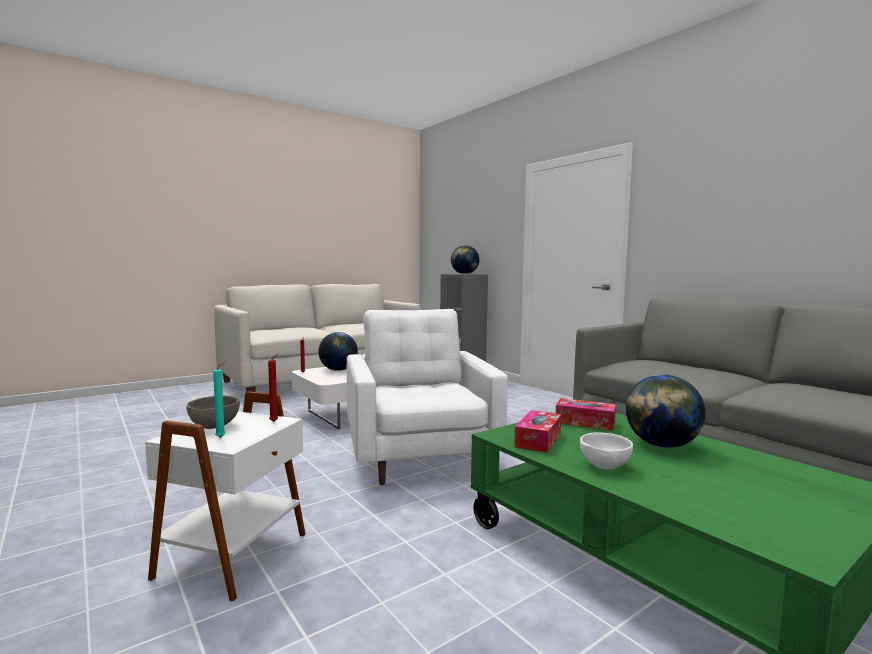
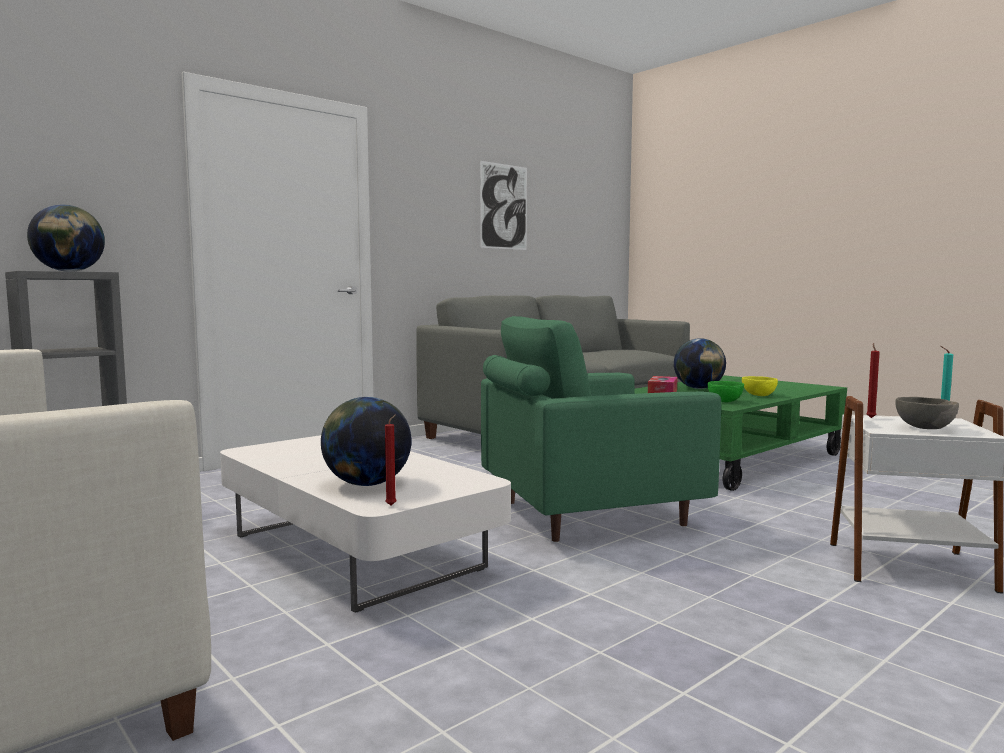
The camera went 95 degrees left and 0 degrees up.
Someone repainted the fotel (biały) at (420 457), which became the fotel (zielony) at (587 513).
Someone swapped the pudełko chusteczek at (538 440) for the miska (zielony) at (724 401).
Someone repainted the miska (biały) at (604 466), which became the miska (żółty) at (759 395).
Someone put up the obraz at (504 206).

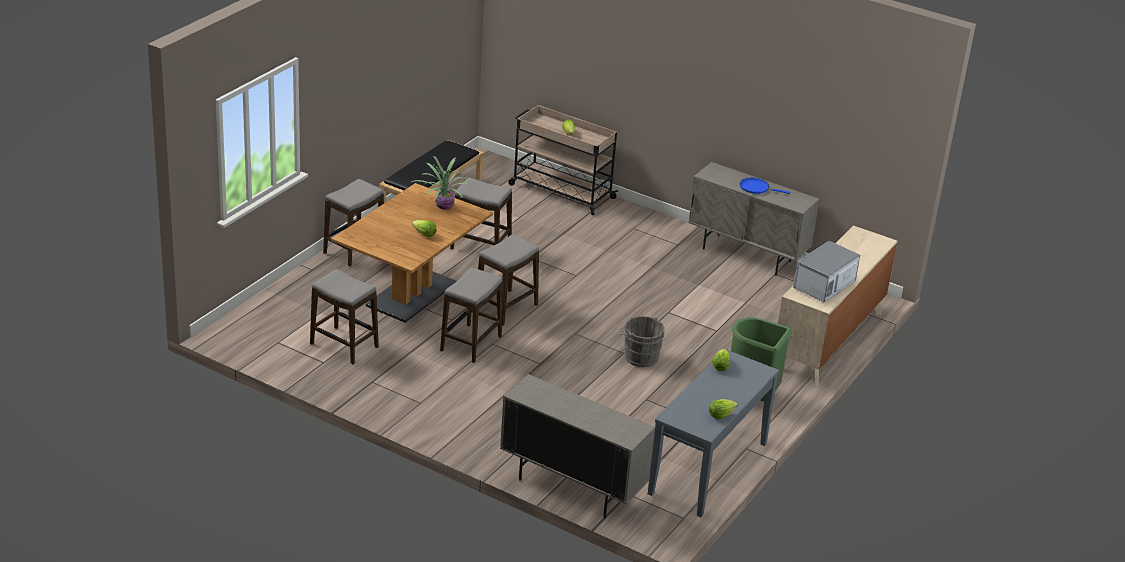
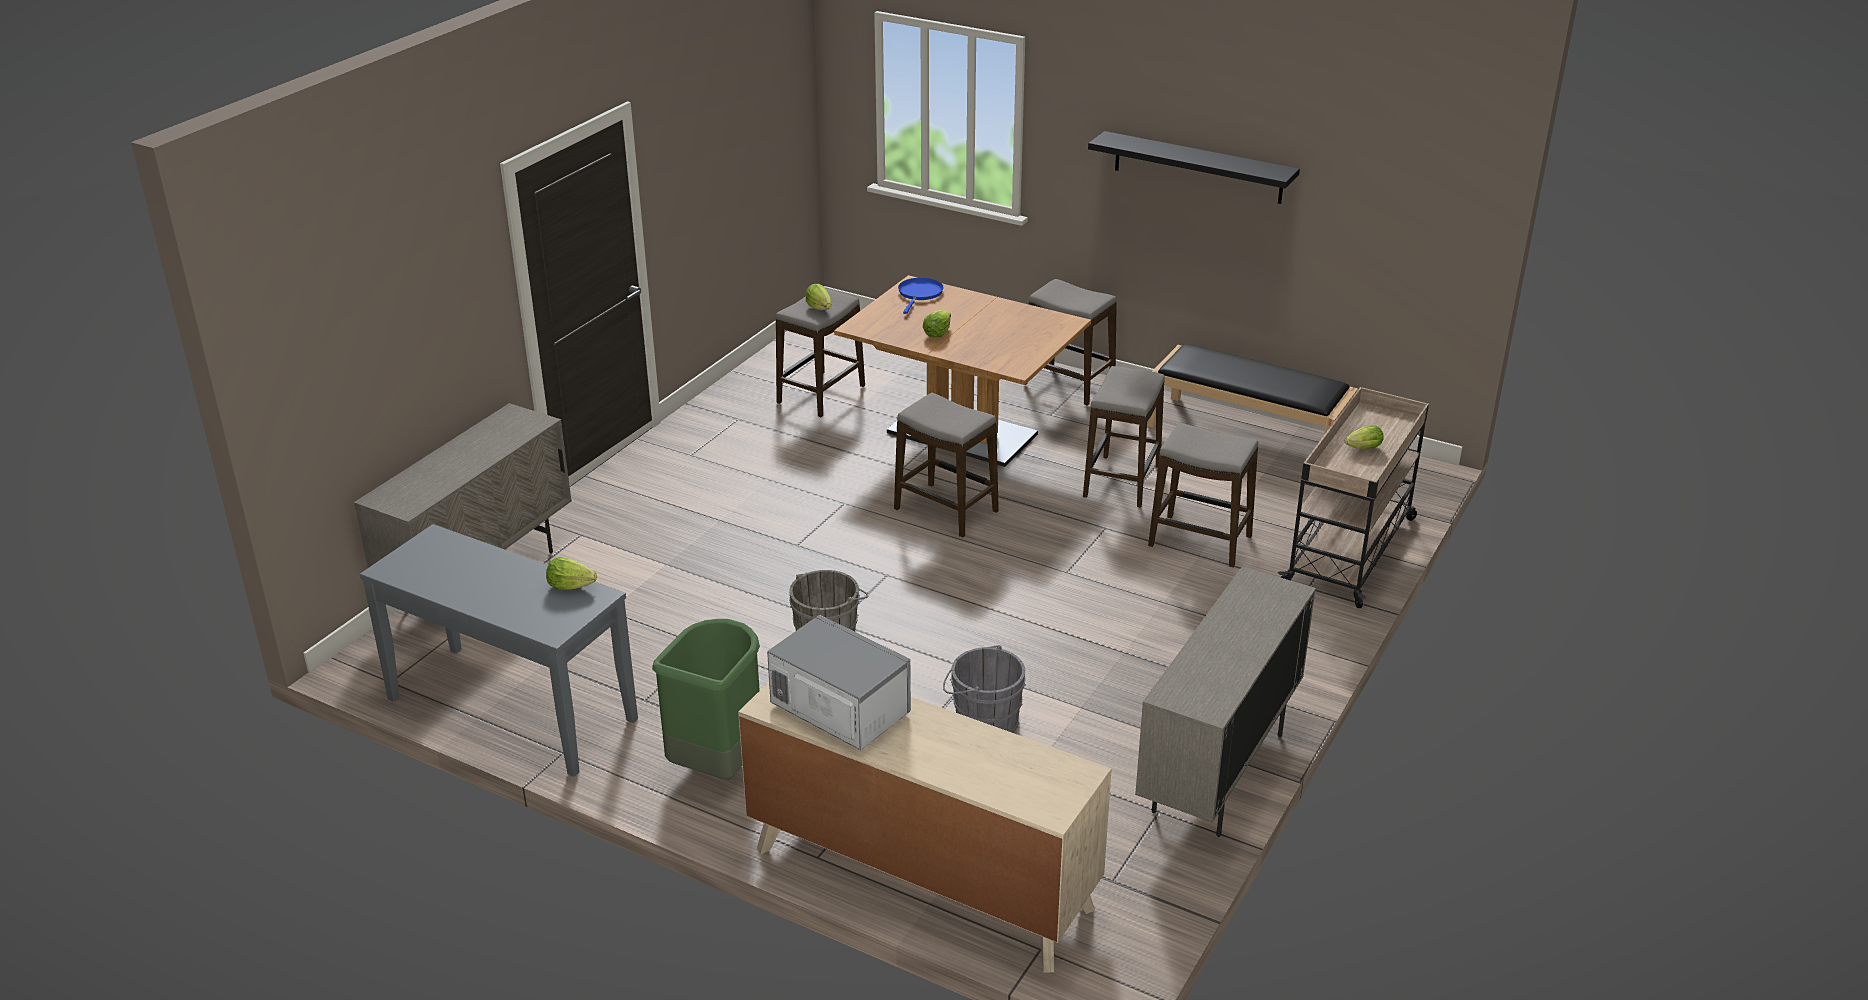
The camera went 90 degrees right and 0 degrees up.
Someone took away the roślina doniczkowa at (443 206).
Someone carried the stołek from (471 344) to (1200 542).
Someone carried the sałata from (720 415) to (819 308).
Someone carried the patelnia (niebieski) from (756 188) to (919 294).
Someone put down the wiadro (szary) at (983 722).
Someone put up the półka (czarny) at (1198 167).

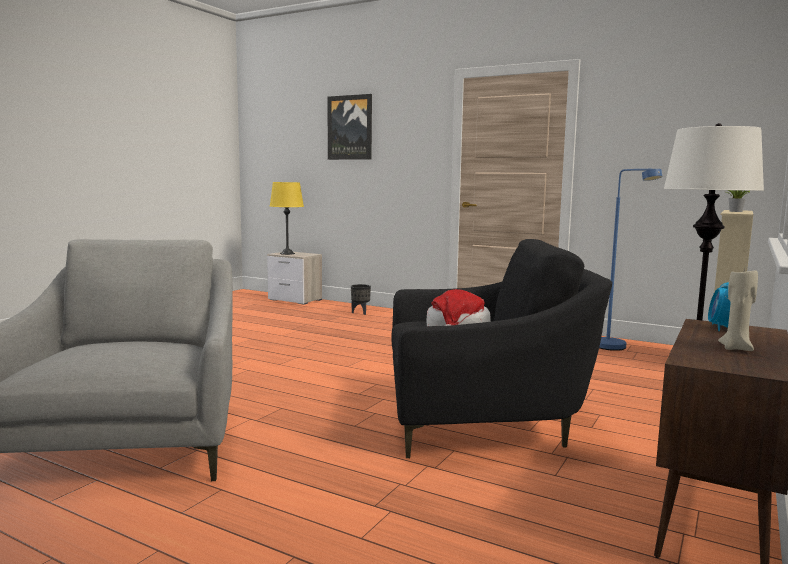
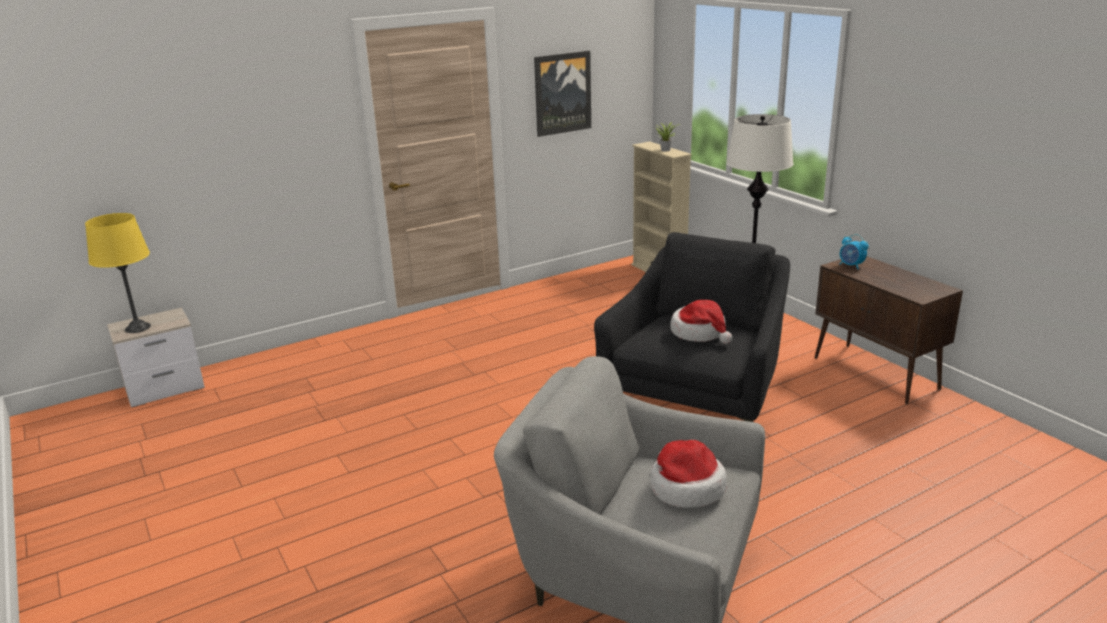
The camera went 60 degrees left and 15 degrees up.
Someone carried the obraz from (350 127) to (562 93).
Someone took away the donica (czarny) at (360 312).
Someone took away the lampa stojąca (niebieski) at (616 348).
Someone took away the świeca (beżowy) at (736 348).
Someone put down the kapelusz at (685 487).

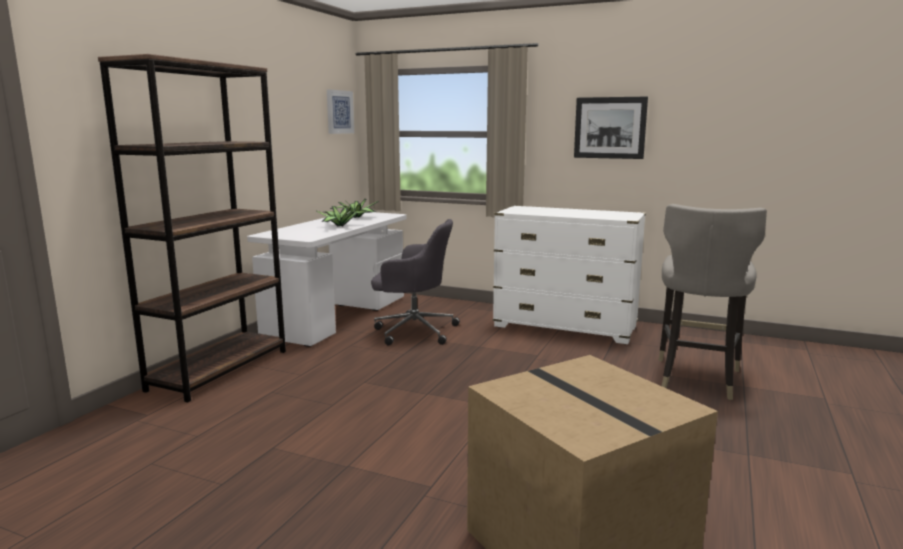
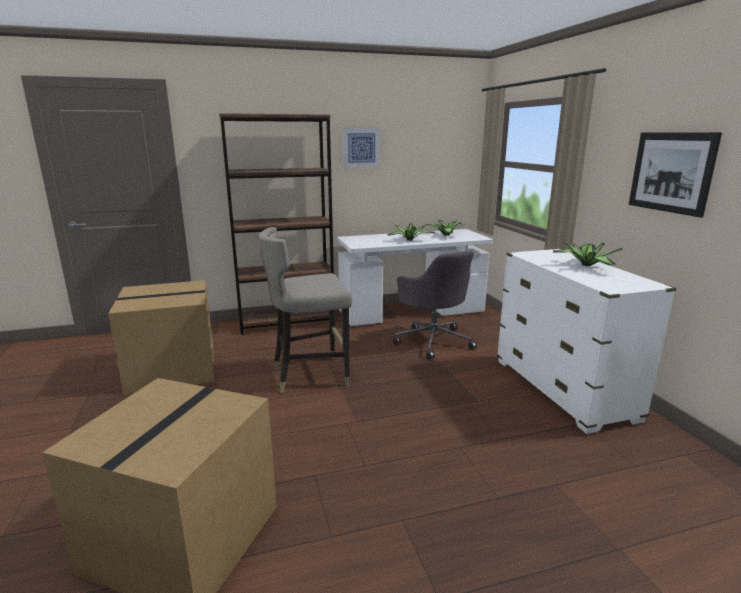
The camera went 50 degrees right and 5 degrees up.
Someone carried the obraz from (339 112) to (361 147).
Someone carried the stołek (szary) from (696 379) to (309 375).
Someone put down the karton at (174 368).
Someone put down the roślina doniczkowa at (584 265).

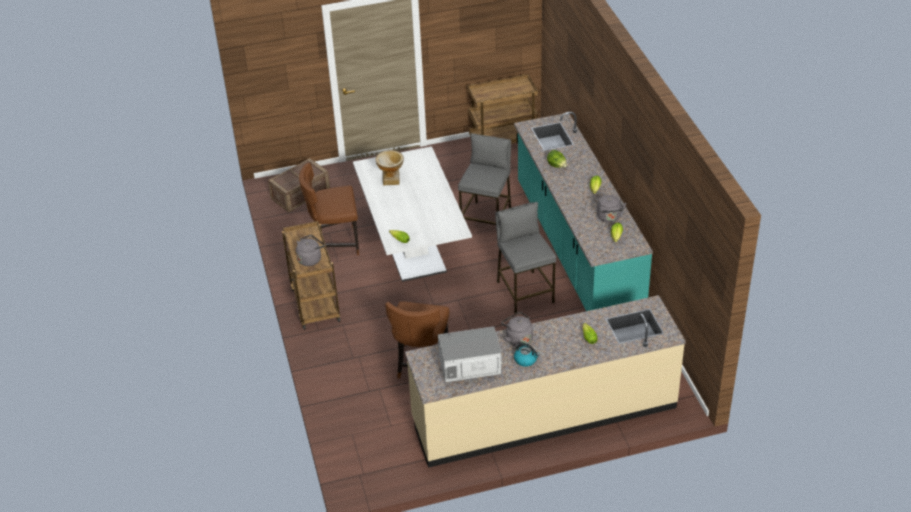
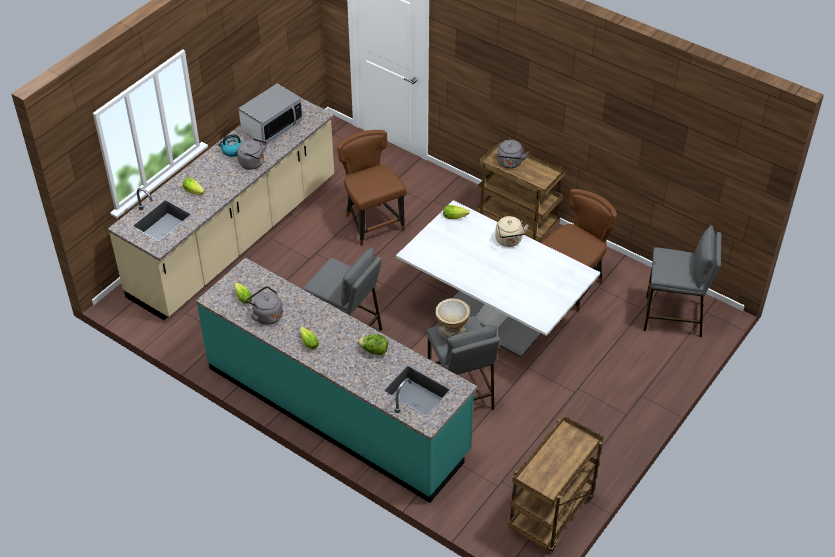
The camera went 140 degrees right and 5 degrees up.
Someone swapped the skrzynka at (300 194) for the stołek (szary) at (673 317).
Someone carried the wazon from (391 180) to (451 333).
Someone put down the czajnik (beżowy) at (509 241).

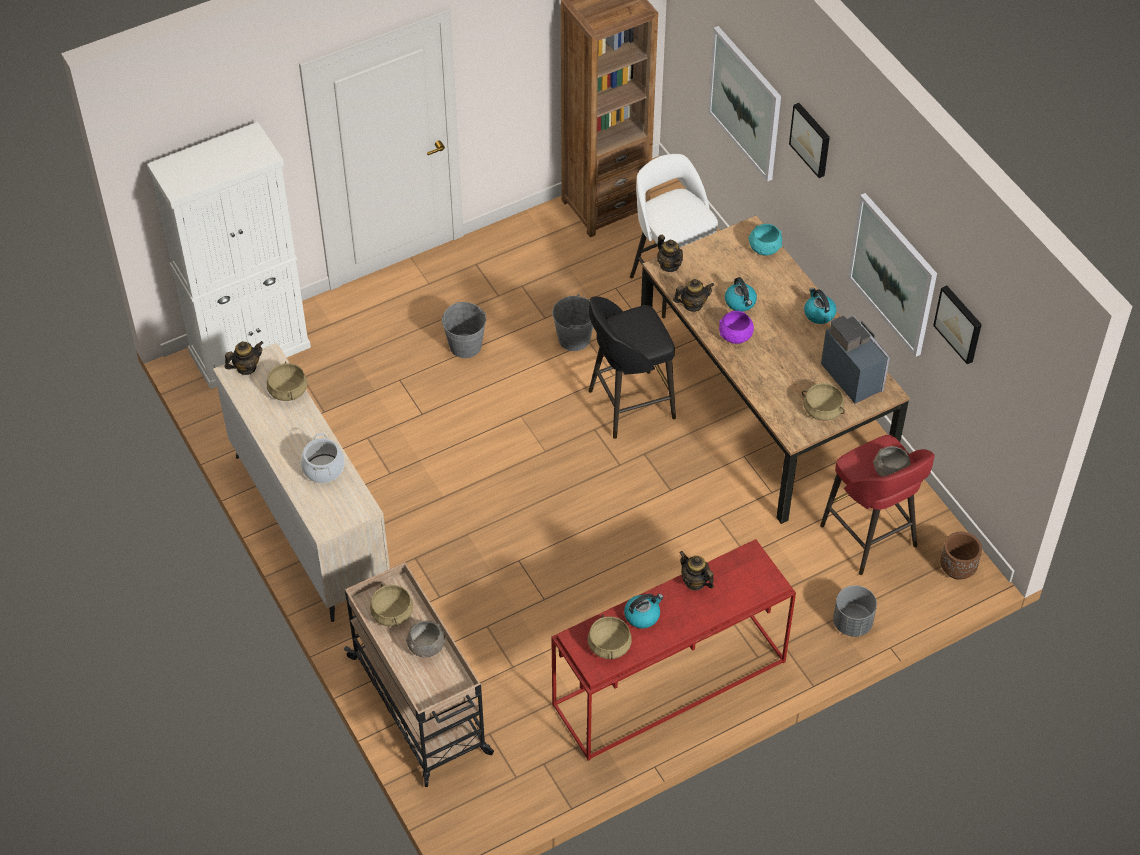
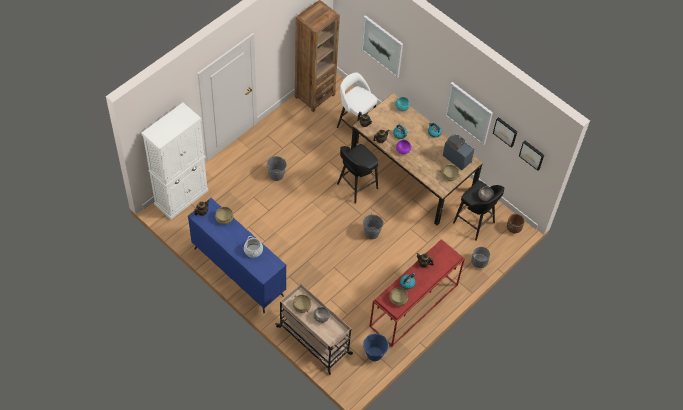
The camera went 20 degrees left and 5 degrees up.
Someone repainted the komoda (beżowy) at (310 523), which became the komoda (niebieski) at (238 271).
Someone carried the wiadro (szary) from (574 338) to (371 232).
Someone carried the obraz from (811 139) to (532 154).
Someone repainted the stołek (czerwony) at (870 538), which became the stołek (czarny) at (474 223).
Someone put down the wiadro (niebieski) at (374 354).

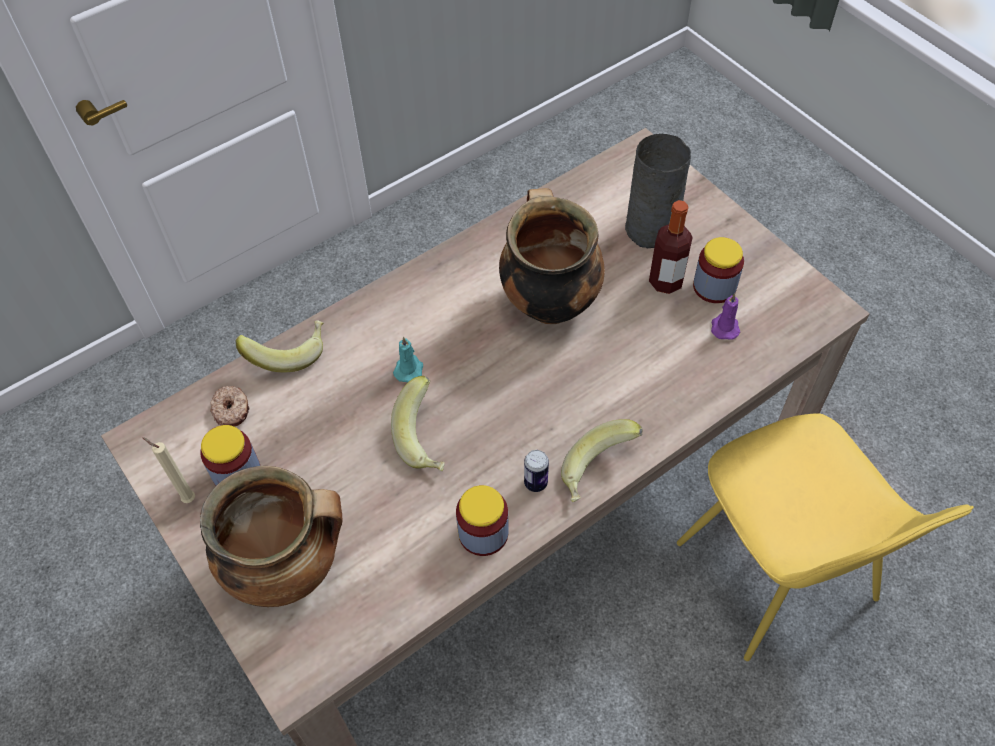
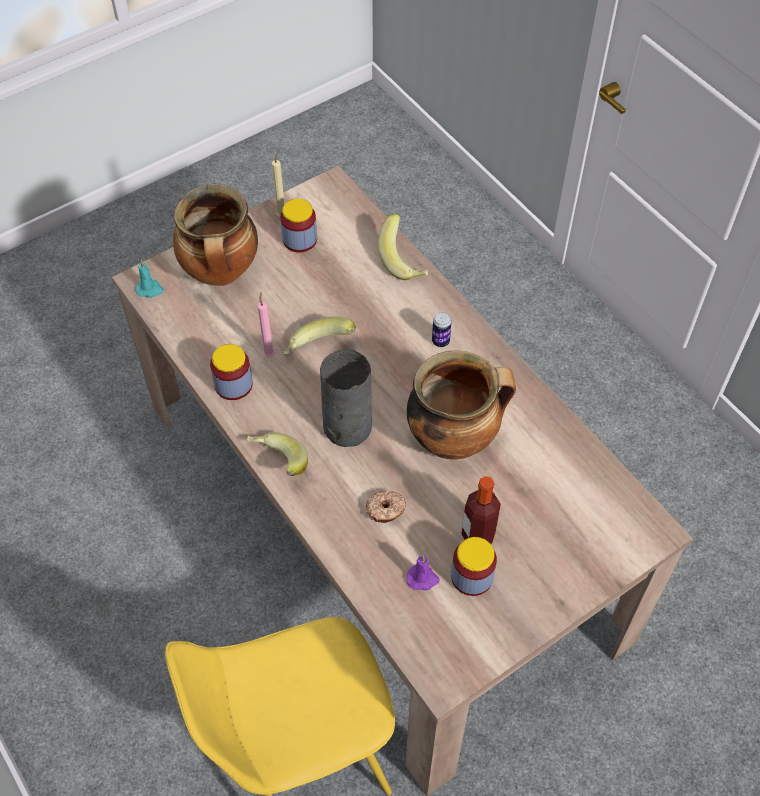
The camera went 90 degrees right and 0 degrees up.
Someone carried the donut from (232 410) to (386 510).
Someone carried the świeca (turkusowy) from (409 369) to (150 289).
Someone carried the puszka from (535 483) to (440 341).
Someone carried the wazon (szary) from (652 231) to (346 427).
Someone put down the świeca (różowy) at (269 354).

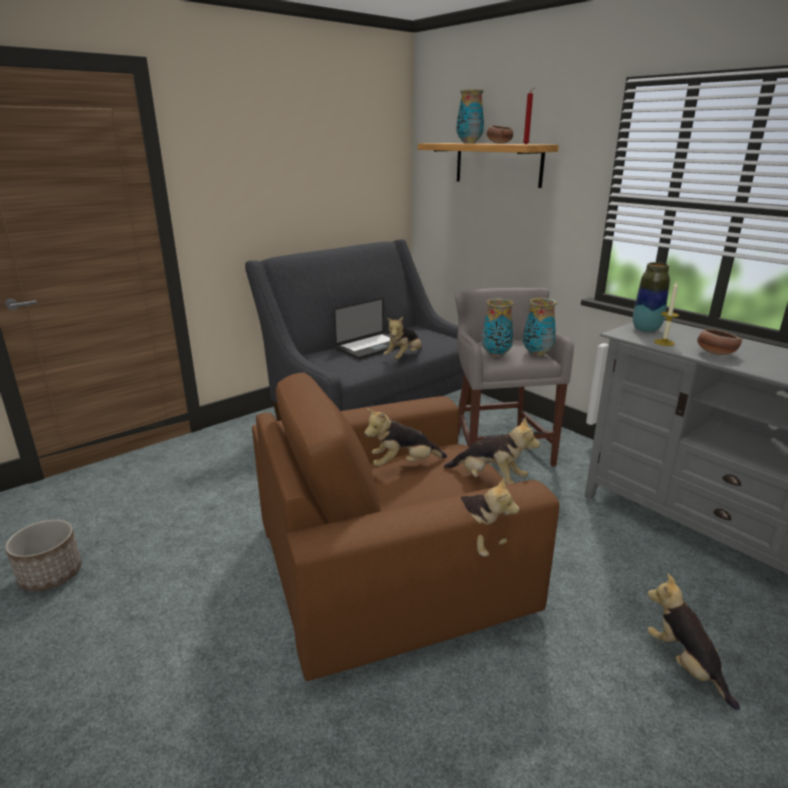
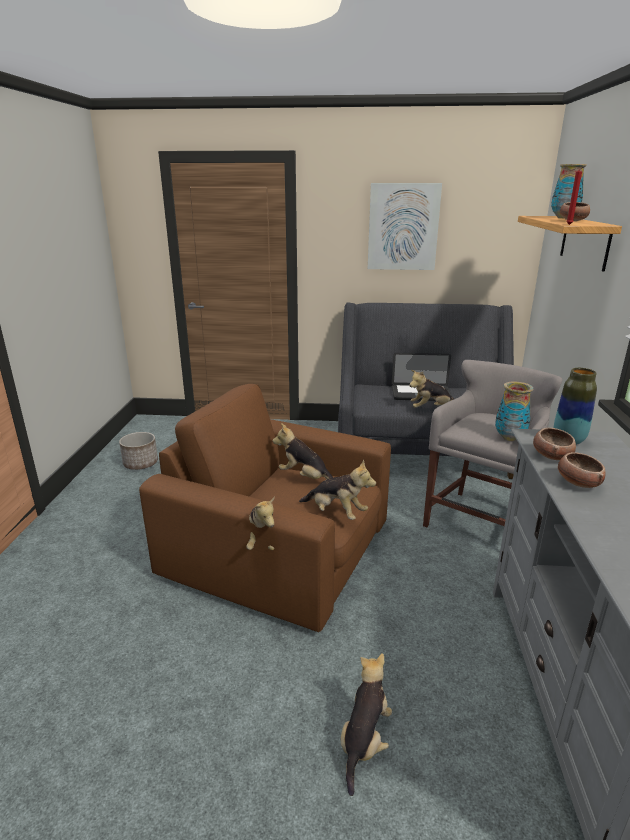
The camera went 45 degrees right and 0 degrees up.
Someone rotated the pluszak at (489 479) by 45 degrees counterclockwise.
Someone took away the wazon at (496 355).
Someone swapped the świeca at (664 342) for the miska at (551 456).
Someone put up the obraz at (403 227).

